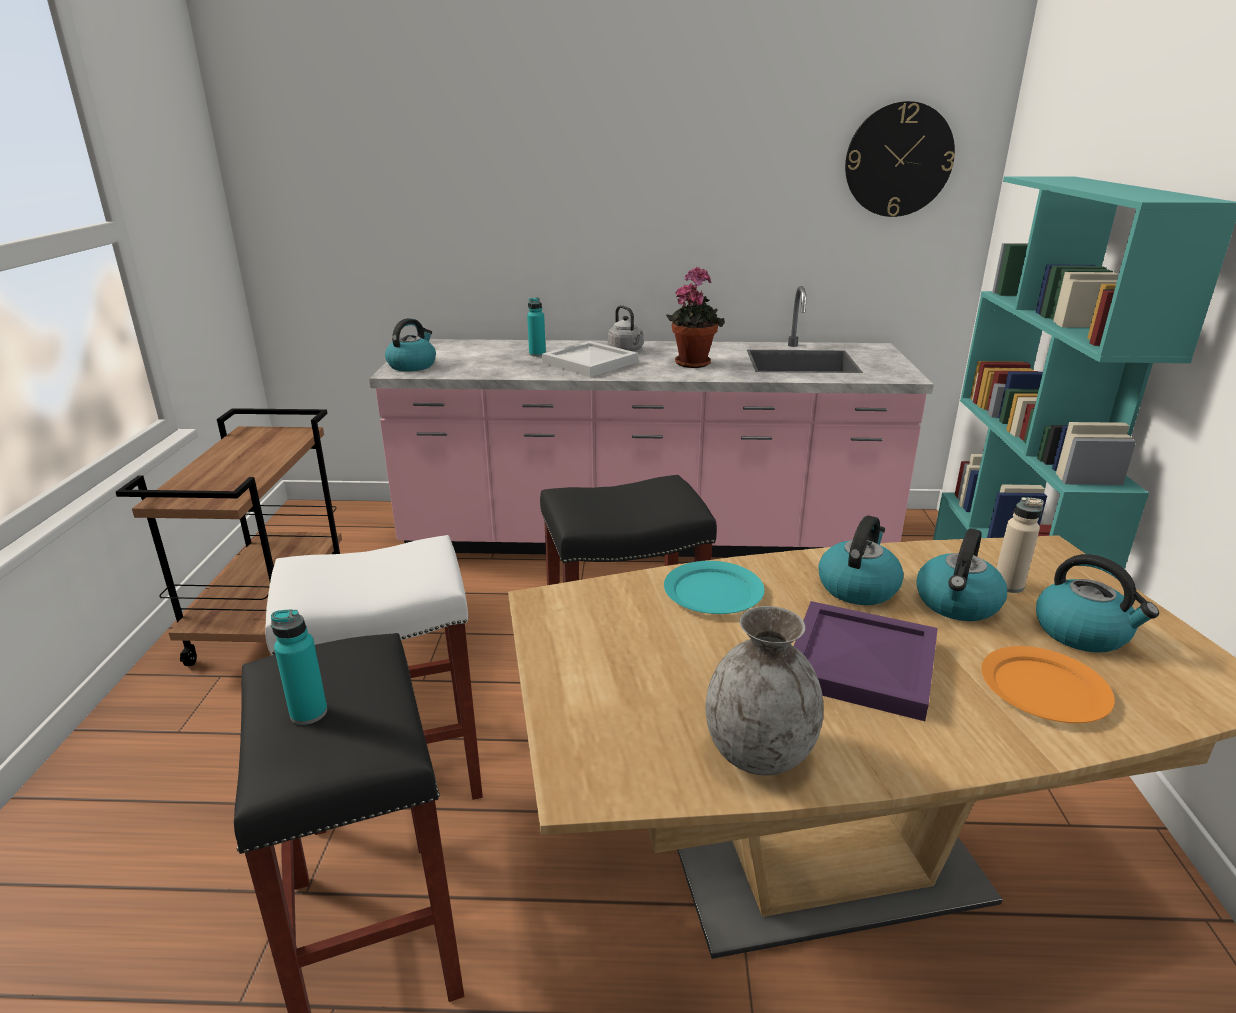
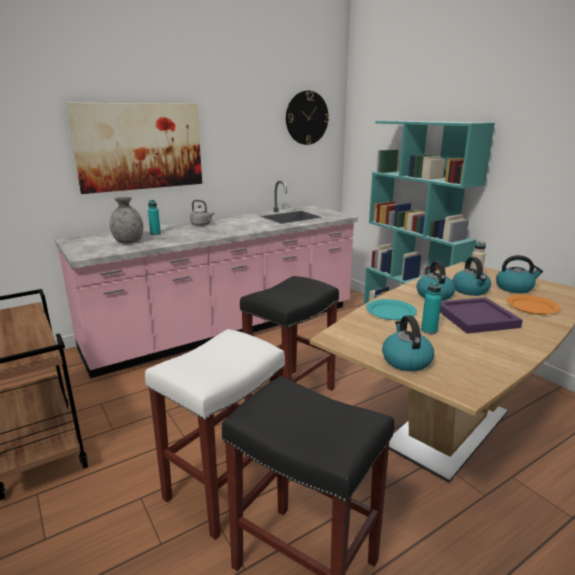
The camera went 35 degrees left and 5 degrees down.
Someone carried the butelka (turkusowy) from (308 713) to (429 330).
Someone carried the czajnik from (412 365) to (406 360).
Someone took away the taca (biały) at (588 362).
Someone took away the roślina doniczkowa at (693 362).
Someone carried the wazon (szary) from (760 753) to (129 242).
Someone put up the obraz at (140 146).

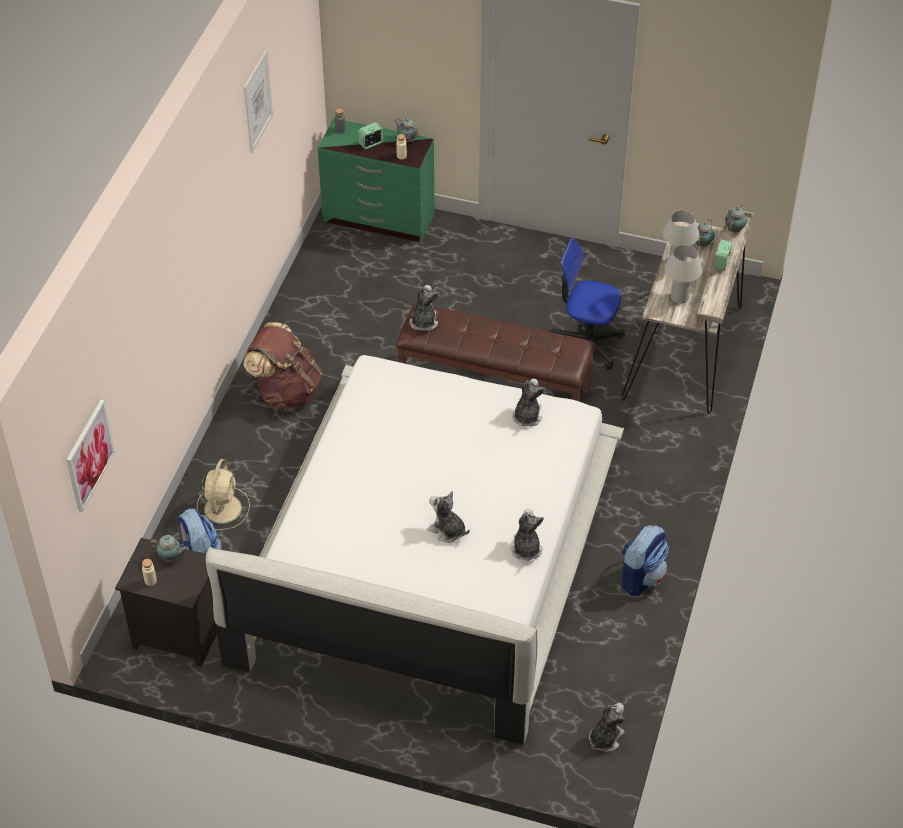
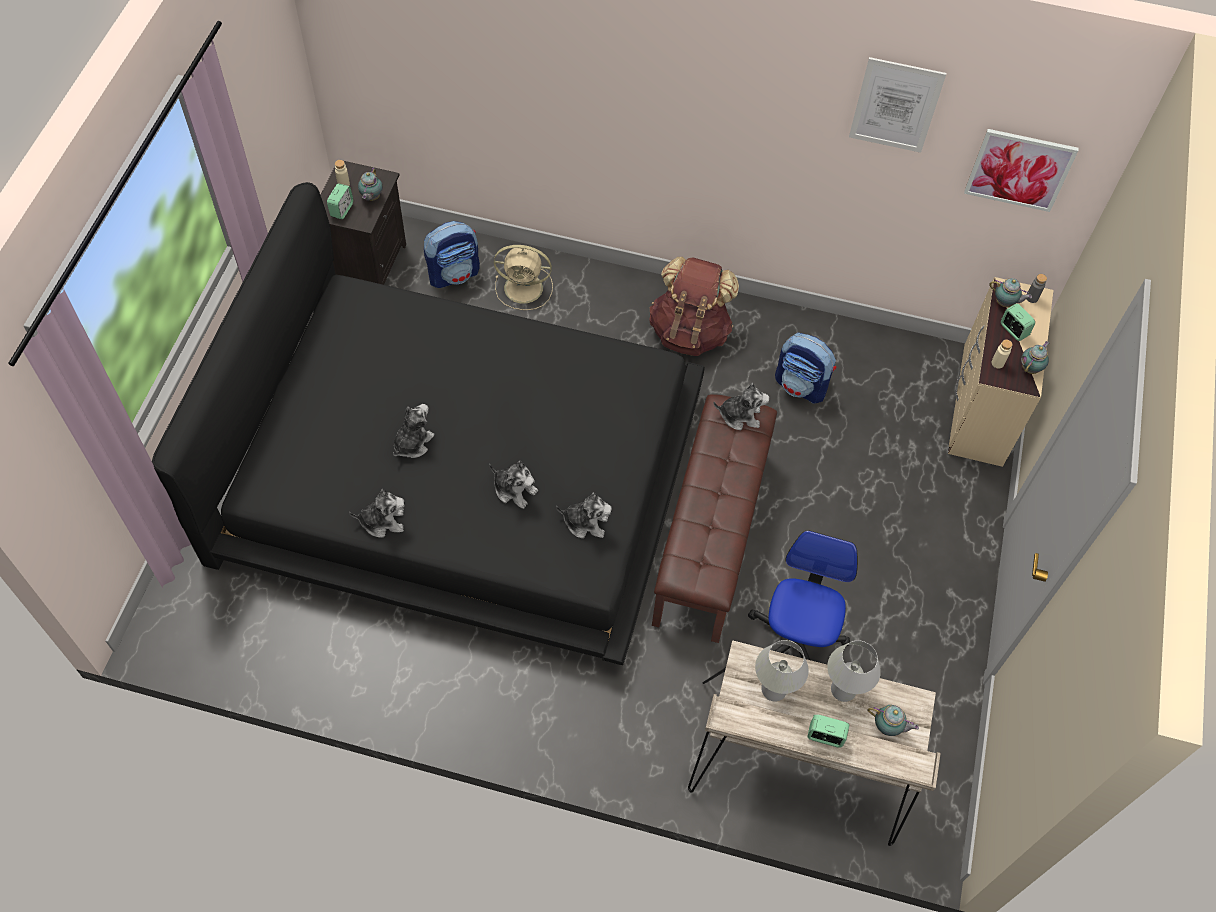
The camera went 85 degrees right and 10 degrees up.
Someone carried the obraz from (89 455) to (1019 169).
Someone repainted the łóżko (biały) at (429 555), which became the łóżko (czarny) at (459 473).
Someone repainted the komoda (zielony) at (379 219), which became the komoda (beżowy) at (980 408).
Someone carried the pluszak from (605 738) to (514 489).
Someone carried the plecak from (641 577) to (801 386).
Someone carried the imbryk from (735 229) to (1005 303).
Someone put down the budzik at (342 210).

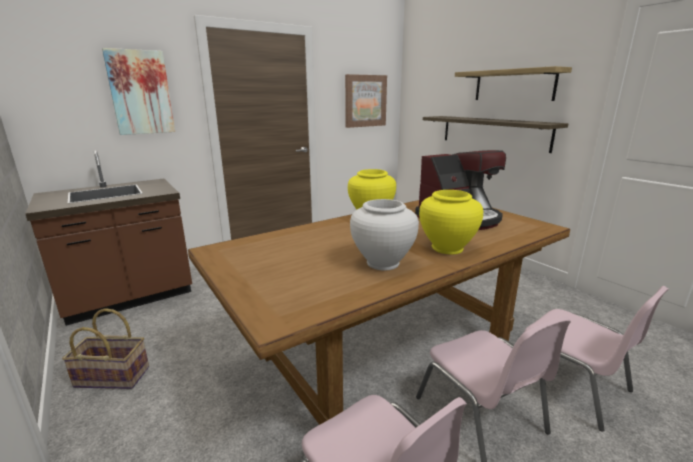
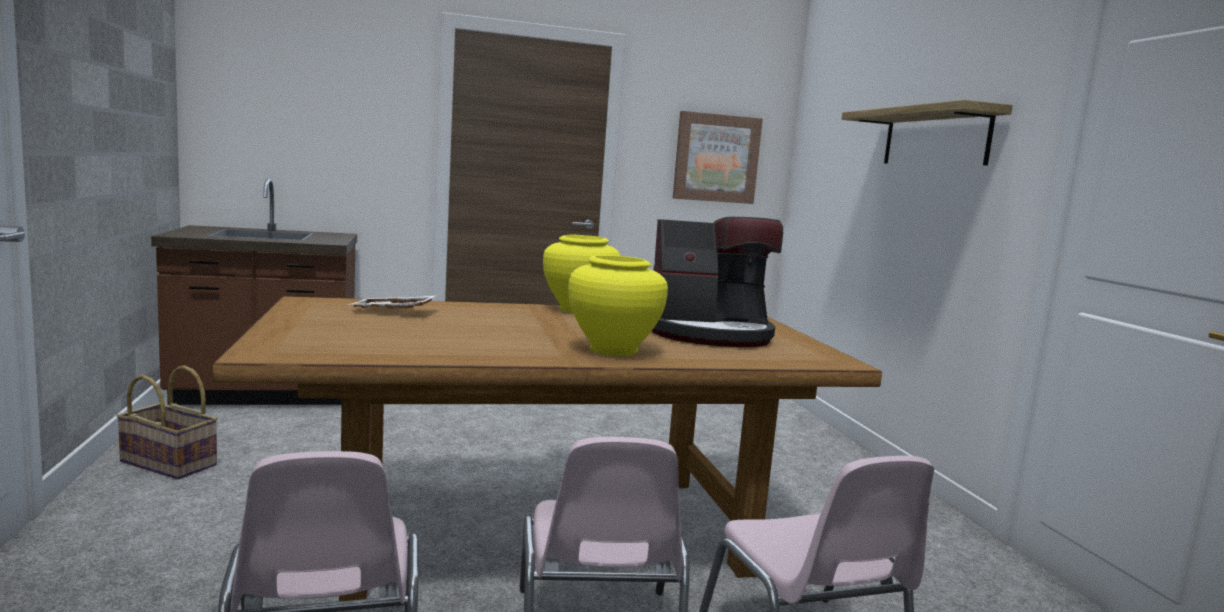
The camera went 20 degrees right and 10 degrees down.
Someone took away the obraz at (140 92).
Someone took away the wazon (biały) at (382 263).
Someone took away the półka at (493 132).
Someone put down the taca (biały) at (392 312).

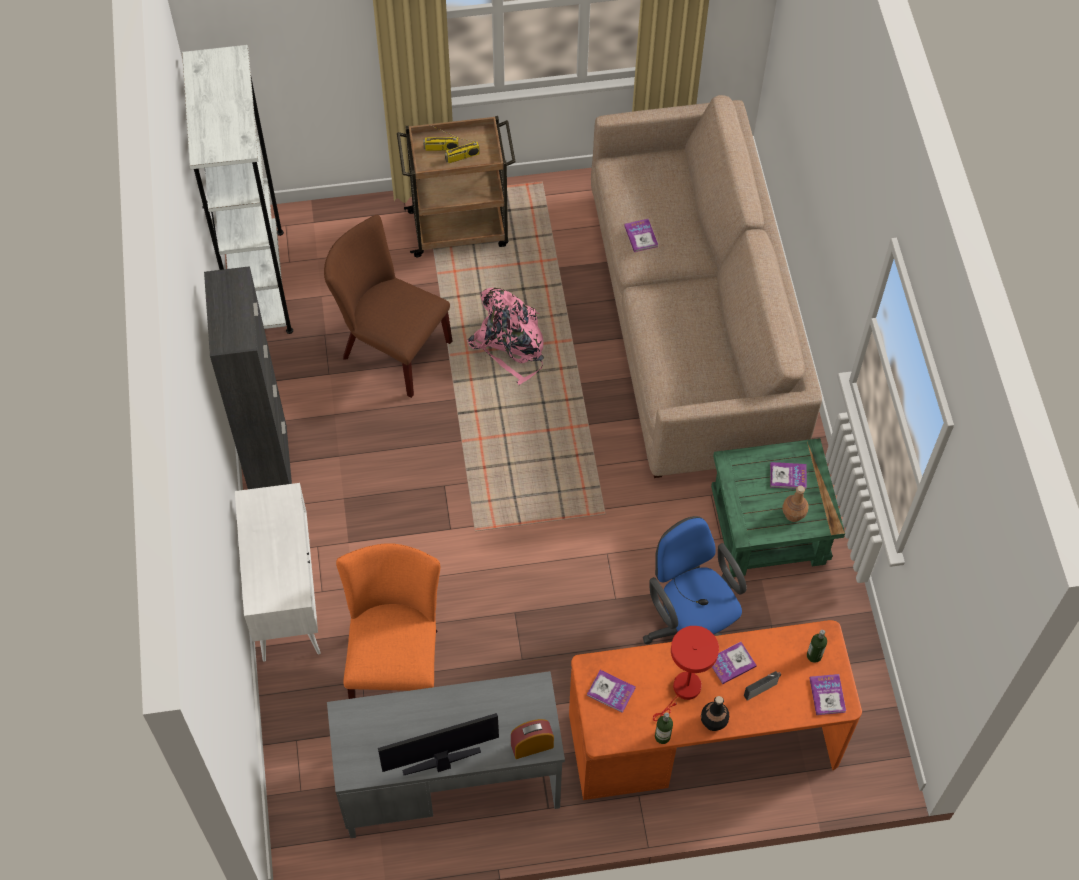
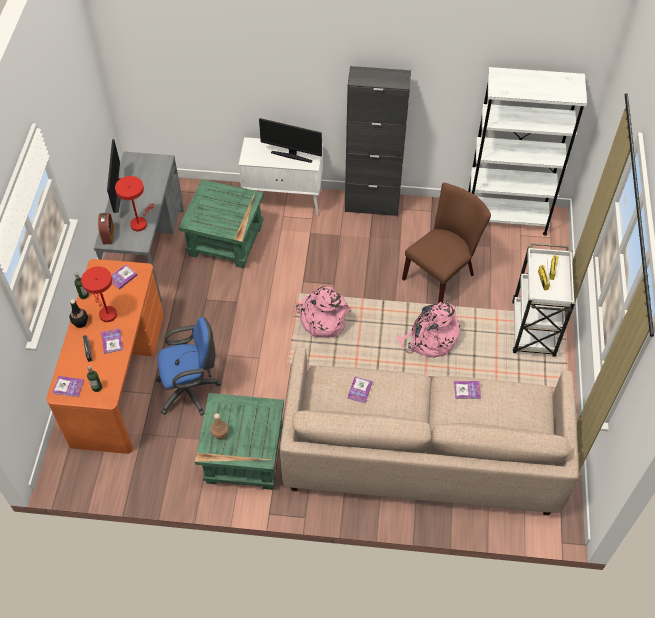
The camera went 105 degrees right and 5 degrees down.
Someone swapped the krzesło (pomarańczowy) at (396 663) for the stolik (zielony) at (226 241).
Someone repainted the wózek (brązowy) at (460 228), which became the wózek (biały) at (533 330).
Someone carried the książka from (788 476) to (359 390).
Someone put down the lampa stołowa (czerwony) at (140 222).
Someone put down the monitor at (292 156).
Someone put down the plecak (różowy) at (322 319).

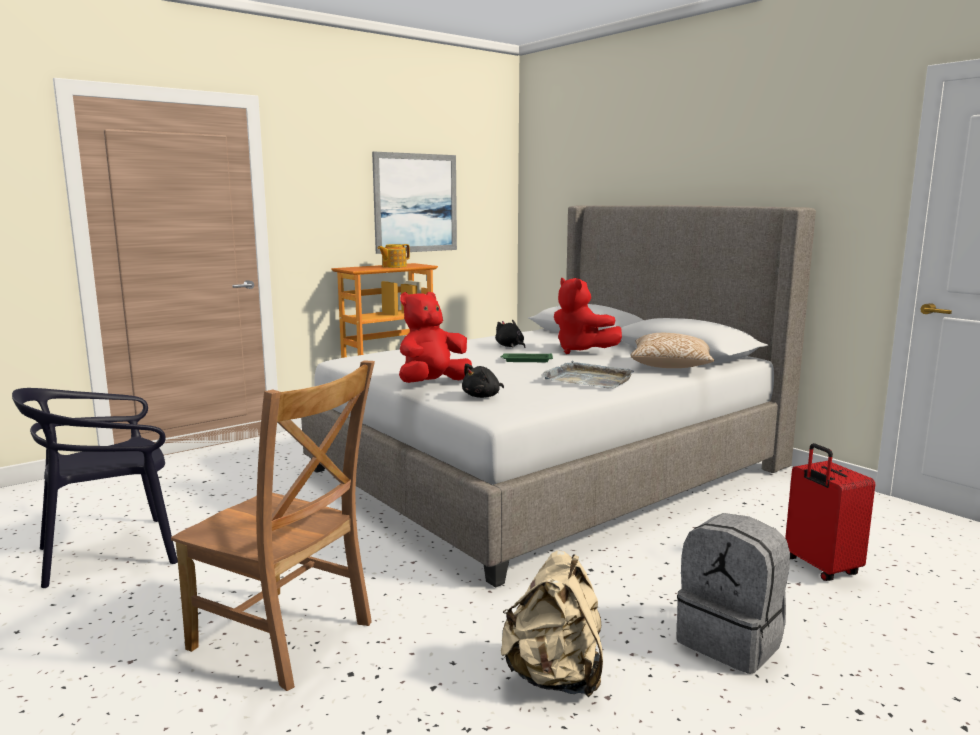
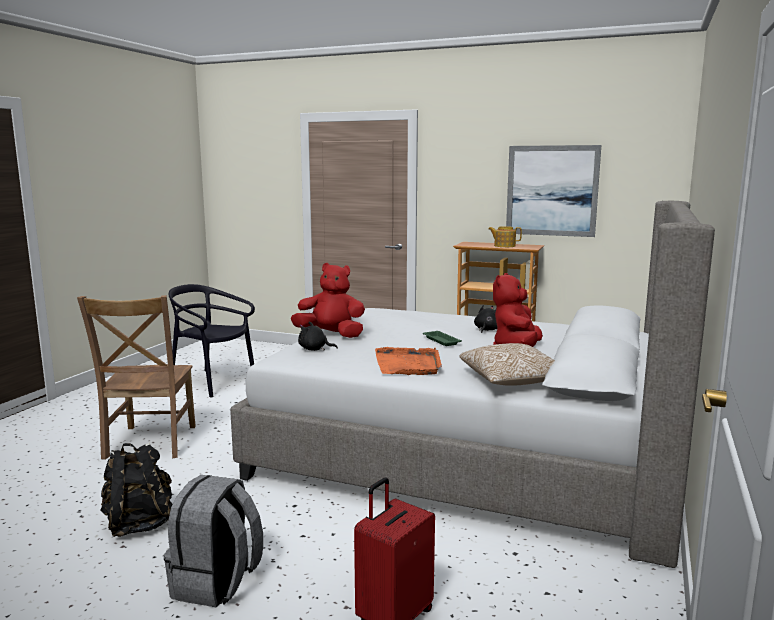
The camera went 60 degrees right and 0 degrees up.
Someone repainted the plecak (beżowy) at (555 677), which became the plecak (czarny) at (139 524).
Someone repainted the taca (szary) at (588 379), which became the taca (pomarańczowy) at (408 364).

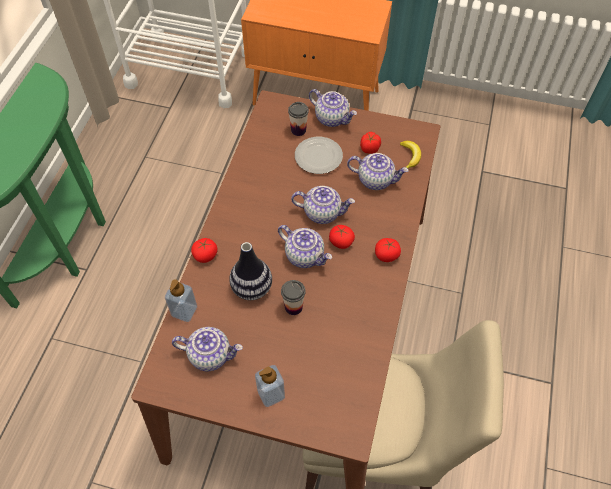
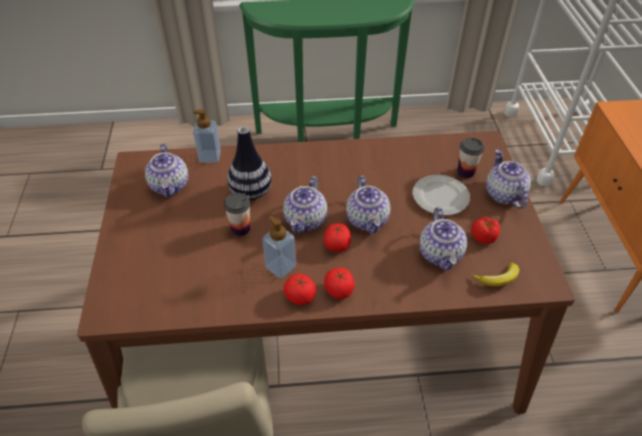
The camera went 70 degrees right and 10 degrees down.
Someone carried the pomidor from (205 255) to (300 296).
Someone carried the dozownik mydła from (271 394) to (280 266).
Someone rotated the imbryk at (332 118) by 150 degrees clockwise.

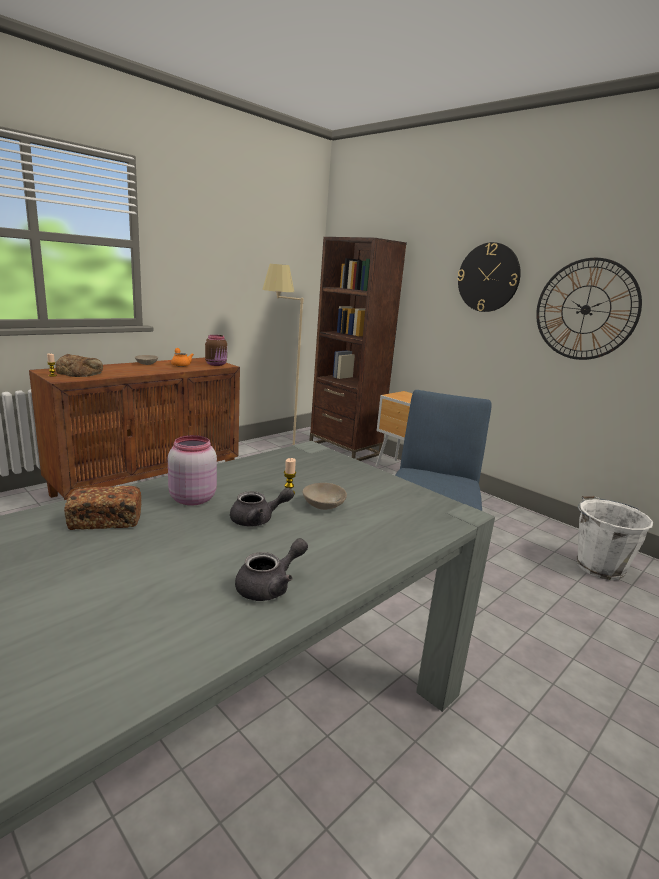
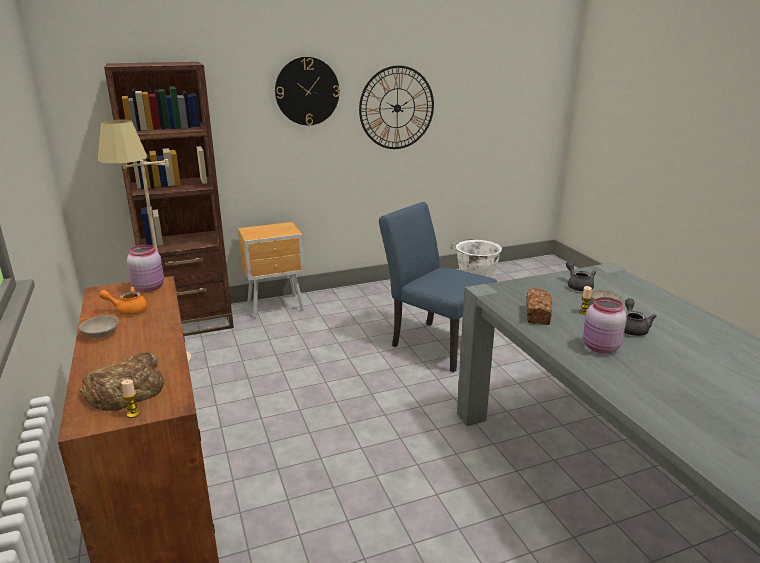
The camera went 65 degrees left and 5 degrees up.
Someone carried the chleb from (105 521) to (537 315).
Someone repainted the słoik (brązowy) at (216 364), which became the słoik (różowy) at (149 287).
Someone carried the imbryk (szary) from (270 586) to (578 286).

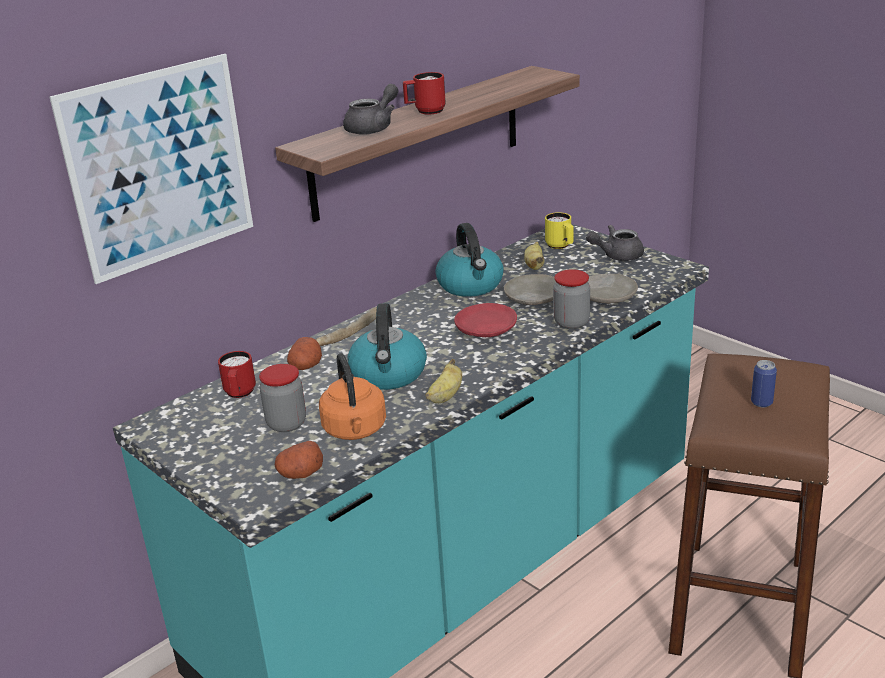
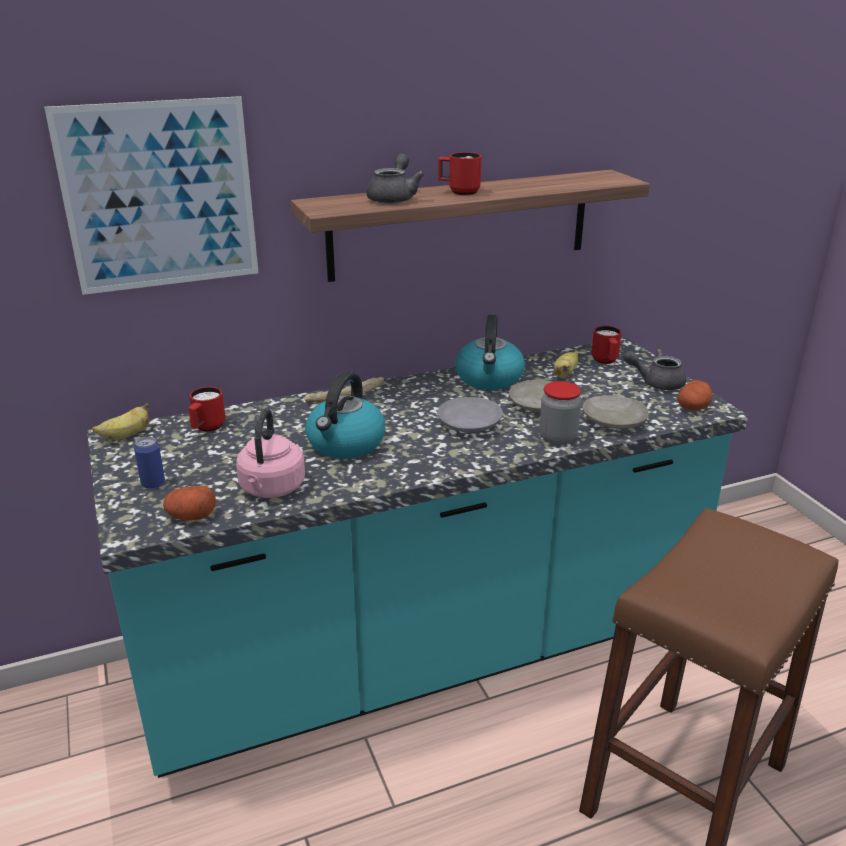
The camera went 20 degrees right and 0 degrees up.
Someone took away the słoik at (286 423).
Someone carried the ziemniak from (306 366) to (693 407).
Someone repainted the czajnik (pomarańczowy) at (355 431), which became the czajnik (różowy) at (271 489).
Someone rotated the imbryk (szary) at (373 128) by 45 degrees counterclockwise.
Someone carried the banan from (445 396) to (125 436).
Someone repainted the talerz (czerwony) at (485 330), which became the talerz (szary) at (468 424).
Someone repainted the kubek (żółty) at (560 246), which became the kubek (czerwony) at (605 361).
Someone carried the puszka from (761 402) to (153 483).

